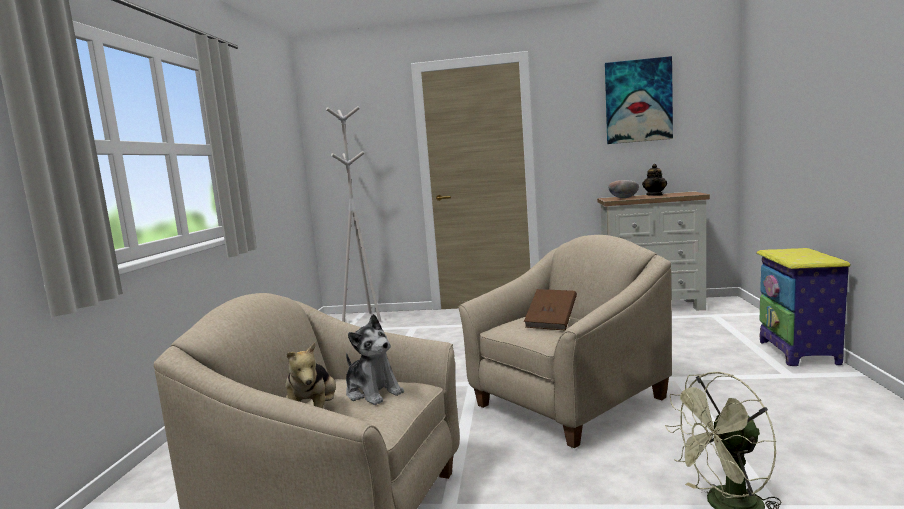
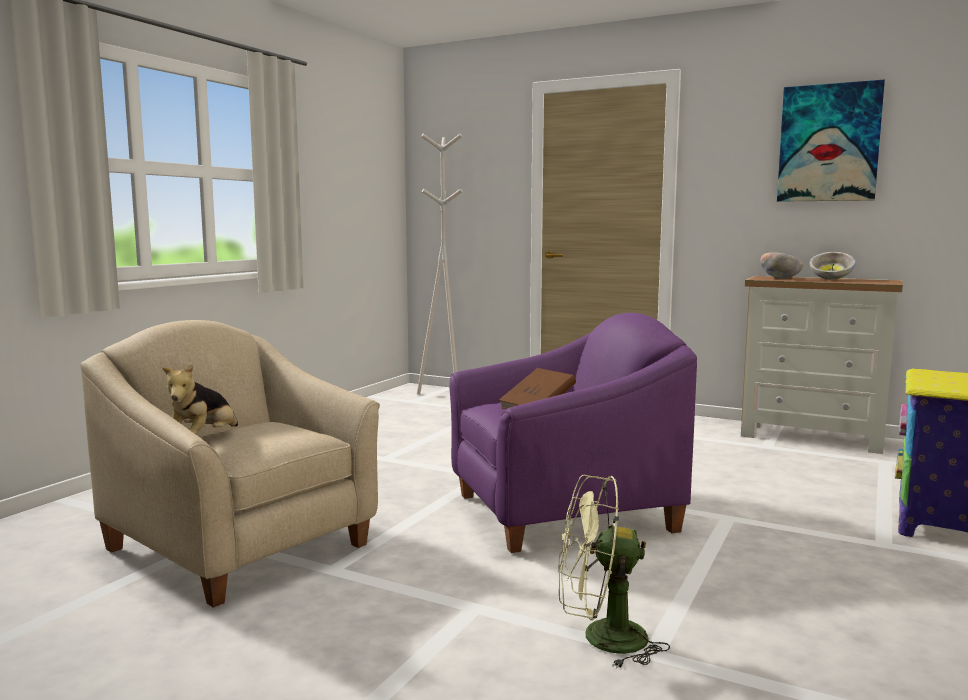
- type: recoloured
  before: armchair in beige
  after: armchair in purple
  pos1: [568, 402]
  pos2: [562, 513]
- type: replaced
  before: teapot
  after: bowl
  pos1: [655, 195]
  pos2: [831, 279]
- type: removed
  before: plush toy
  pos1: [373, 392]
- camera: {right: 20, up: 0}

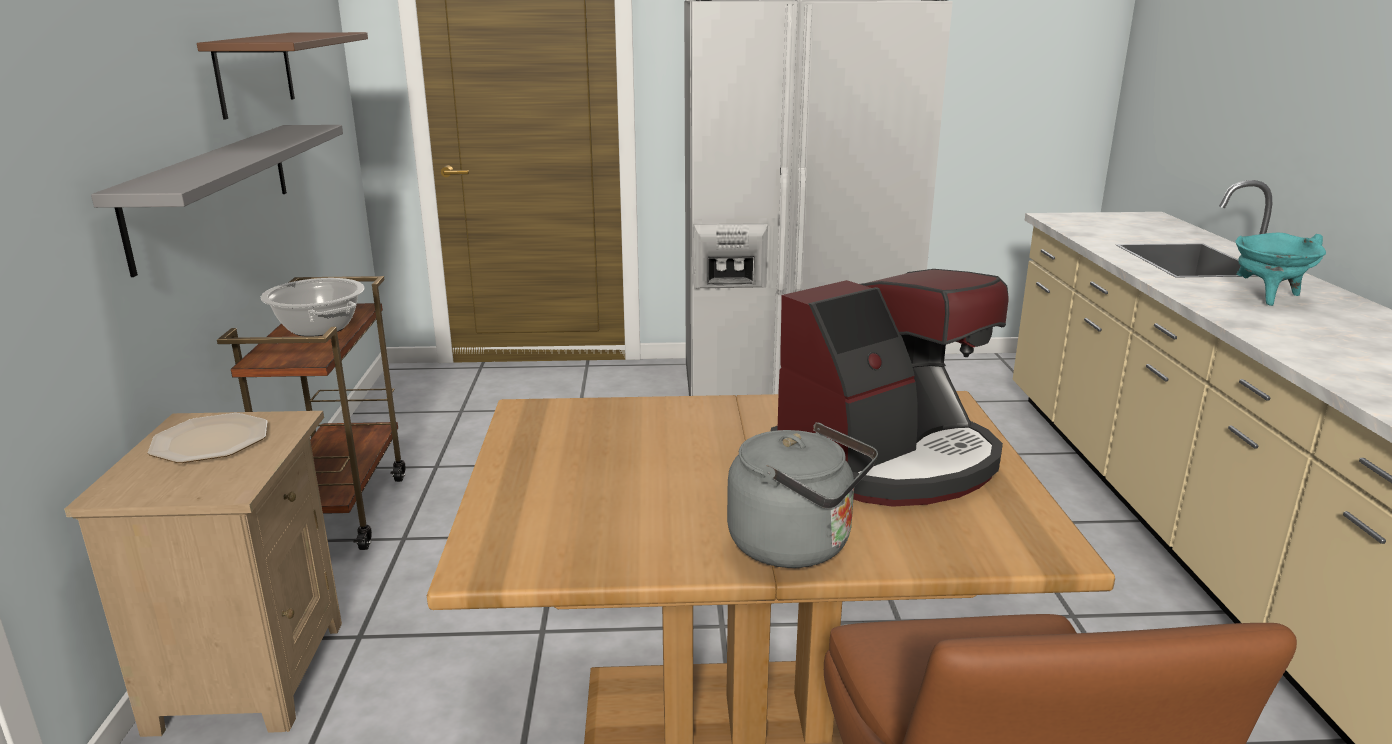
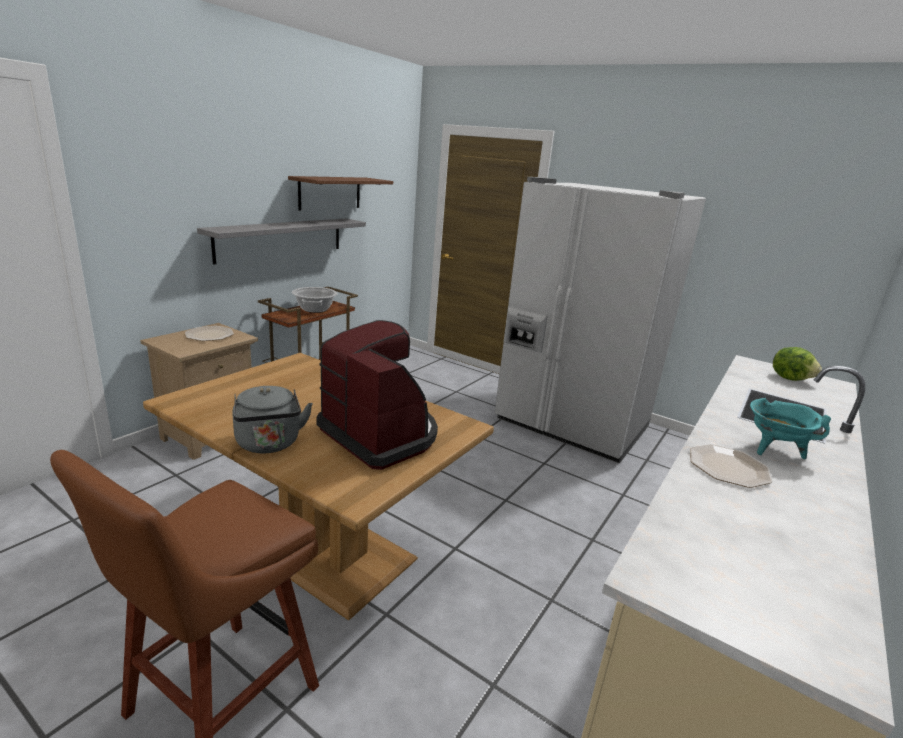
- type: turned
  before: coffee machine
  pos1: [889, 459]
  pos2: [380, 434]
  turn: -135
- type: added
  after: plate
  pos2: [729, 467]
- type: added
  after: lettuce
  pos2: [790, 378]
- camera: {right: 35, up: 0}

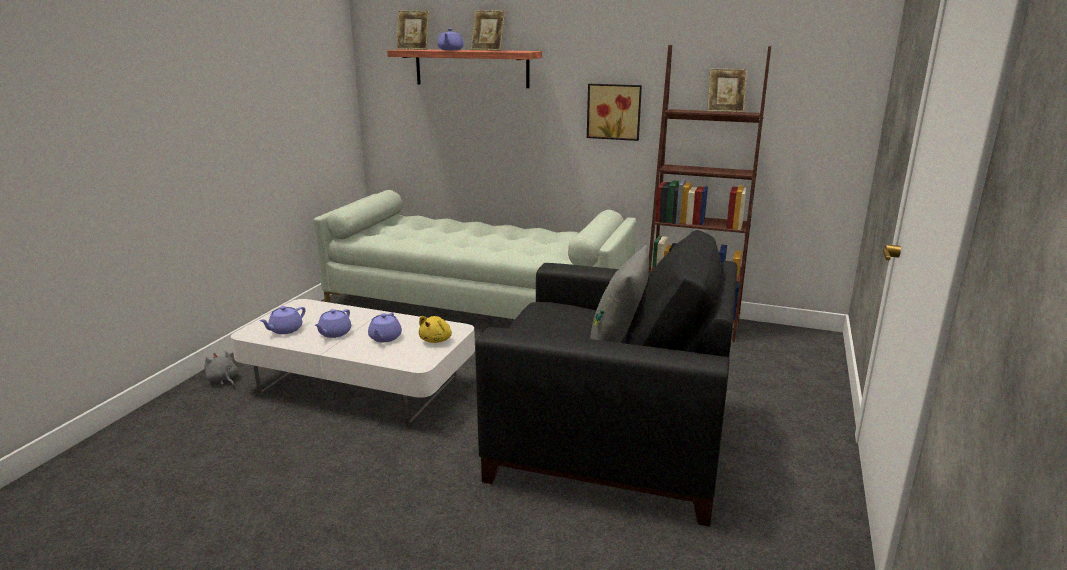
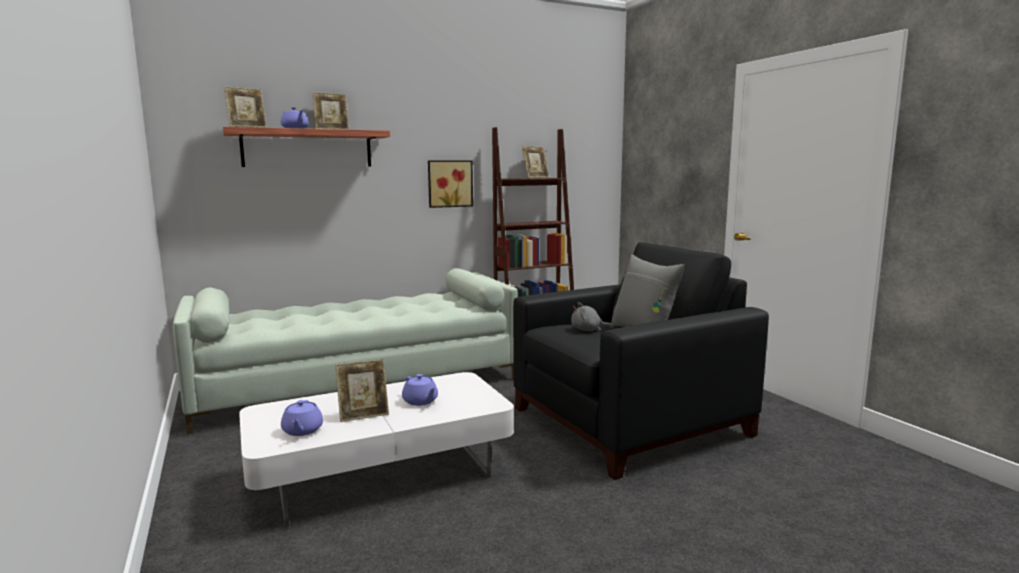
- type: replaced
  before: teapot in purple
  after: picture frame
  pos1: [334, 333]
  pos2: [364, 415]
- type: moved
  before: plush toy in grey
  pos1: [223, 380]
  pos2: [588, 330]
- type: removed
  before: plush toy in yellow
  pos1: [436, 340]
- camera: {right: -45, up: -10}

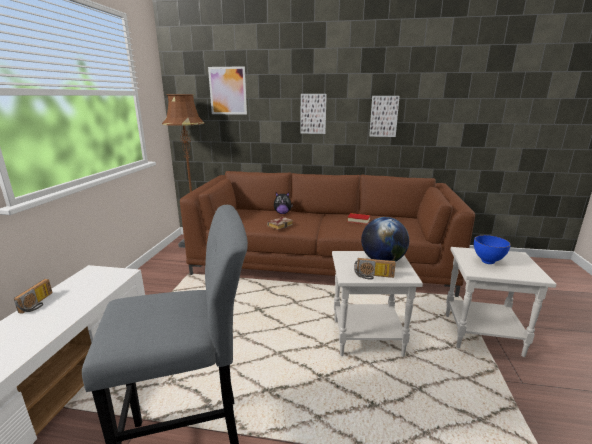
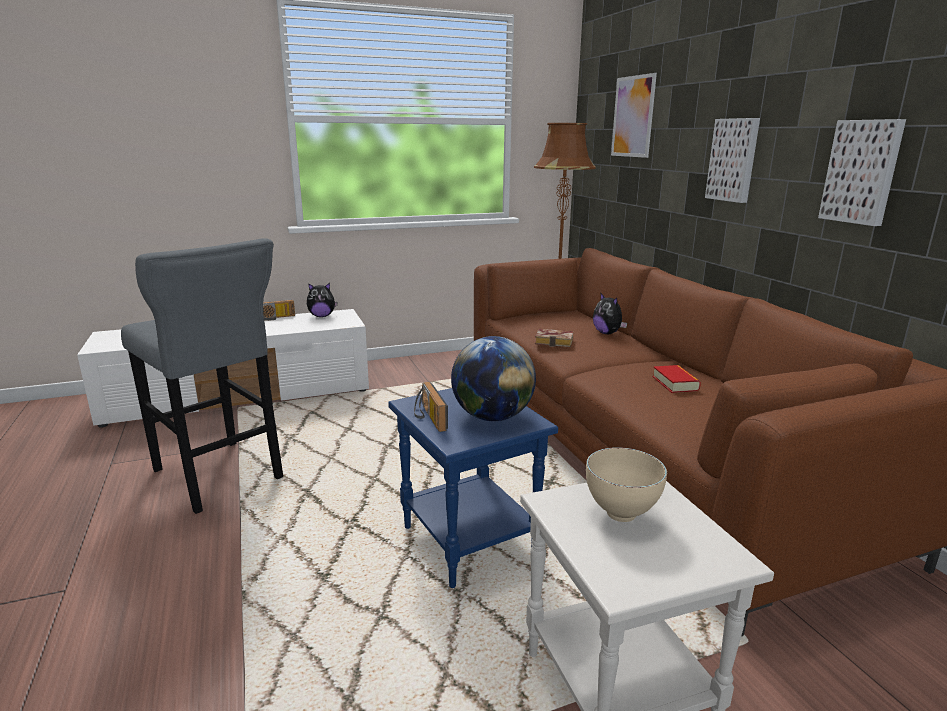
- type: added
  after: plush toy
  pos2: [322, 316]
- type: recoloured
  before: side table in white
  after: side table in blue
  pos1: [367, 337]
  pos2: [471, 541]
- type: recoloured
  before: bowl in blue
  after: bowl in beige
  pos1: [488, 262]
  pos2: [623, 515]
- camera: {right: 60, up: 0}

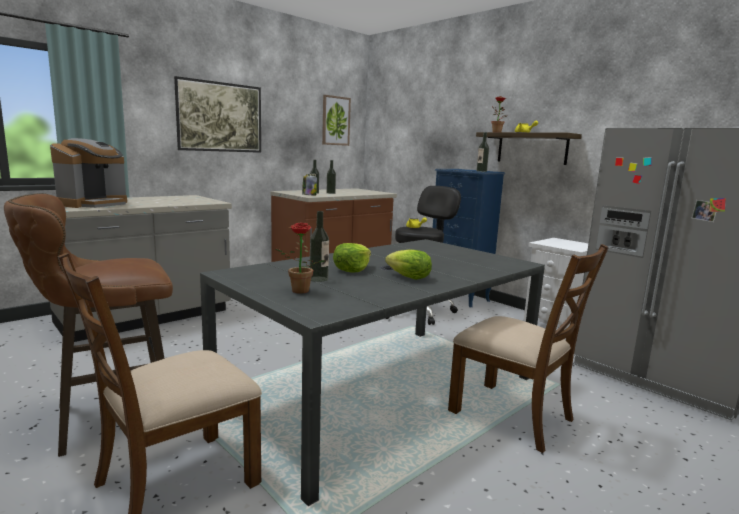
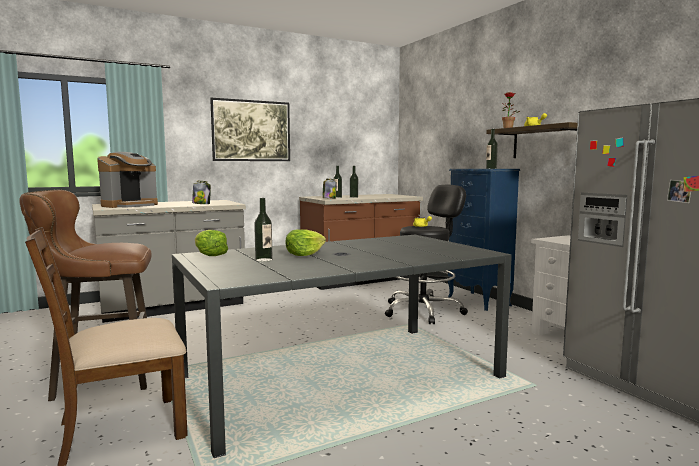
- type: added
  after: jar
  pos2: [201, 204]
- type: moved
  before: lettuce
  pos1: [408, 277]
  pos2: [209, 255]
- type: removed
  before: potted plant
  pos1: [298, 292]
- type: removed
  before: picture
  pos1: [335, 121]
- type: removed
  before: chair in brown
  pos1: [512, 415]
- camera: {right: 15, up: -5}

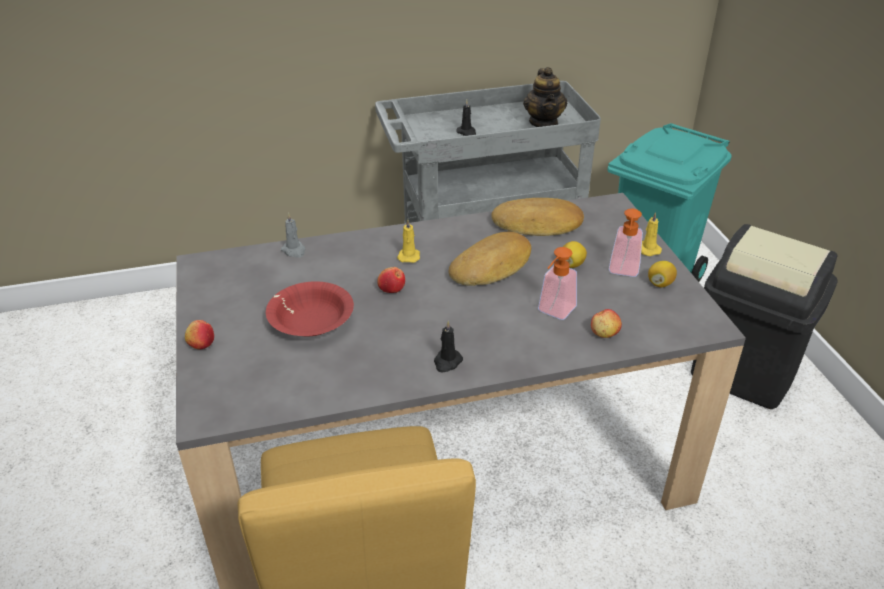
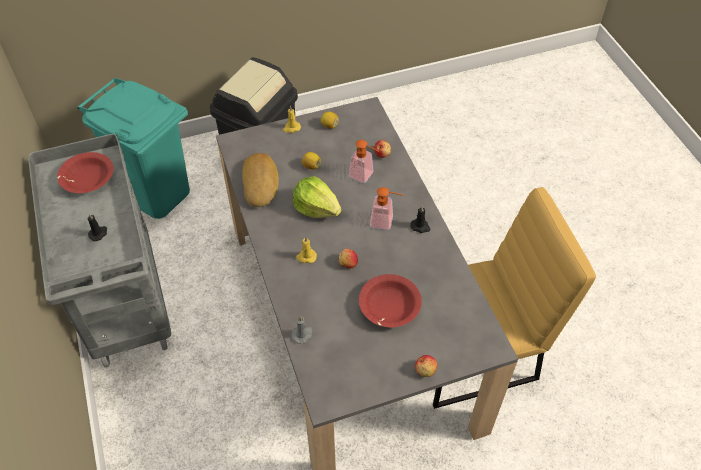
- type: replaced
  before: teapot
  after: bowl in red
  pos1: [544, 123]
  pos2: [88, 179]
- type: replaced
  before: bread
  after: lettuce
  pos1: [492, 266]
  pos2: [316, 208]
- type: moved
  before: soap dispenser
  pos1: [623, 272]
  pos2: [386, 222]
- camera: {right: -95, up: 15}

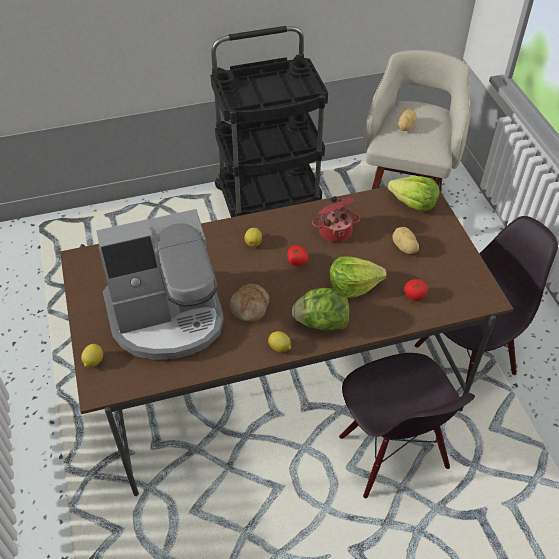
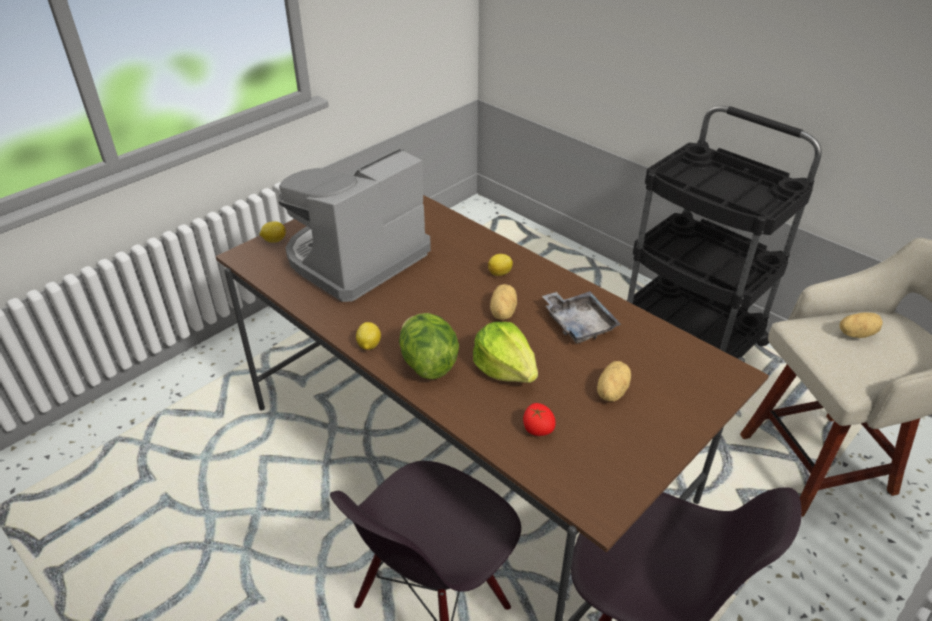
- type: turned
  before: coffee machine
  pos1: [167, 316]
  pos2: [355, 259]
  turn: 90
- type: replaced
  before: tomato
  after: potato
  pos1: [296, 262]
  pos2: [502, 312]
- type: replaced
  before: cooking pot
  after: tray in grey
  pos1: [335, 230]
  pos2: [578, 323]
- type: removed
  before: bread
  pos1: [250, 307]
- type: removed
  before: lettuce
  pos1: [413, 203]
- camera: {right: 60, up: -10}

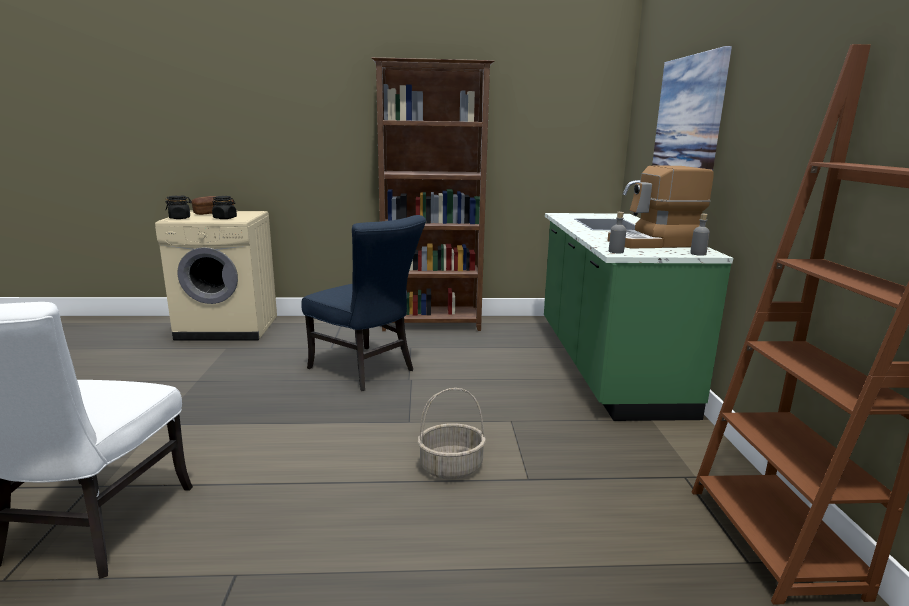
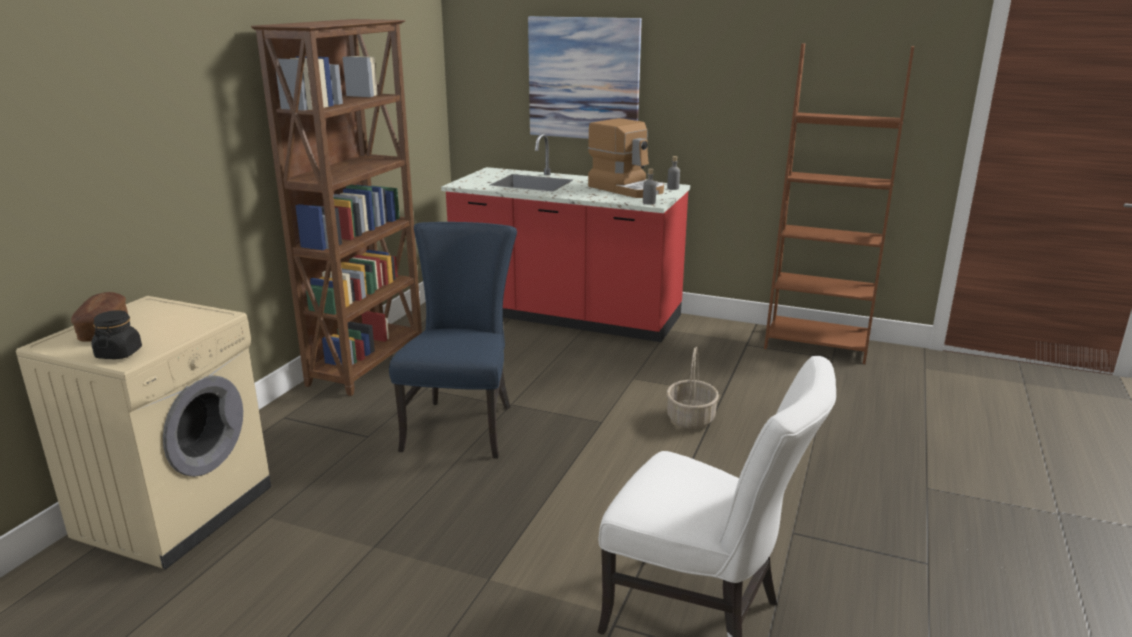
- type: turned
  before: chair in blue
  pos1: [366, 370]
  pos2: [462, 424]
  turn: -60
- type: recoloured
  before: counter in green
  after: counter in red
  pos1: [606, 365]
  pos2: [566, 315]
- type: turned
  before: coffee machine
  pos1: [654, 243]
  pos2: [627, 189]
  turn: -60
- type: removed
  before: jar in black
  pos1: [225, 218]
- camera: {right: -65, up: 5}

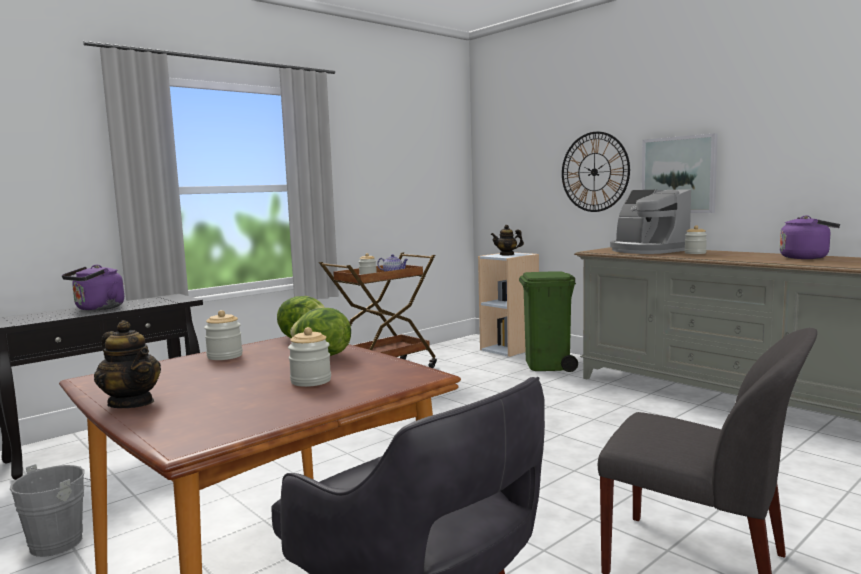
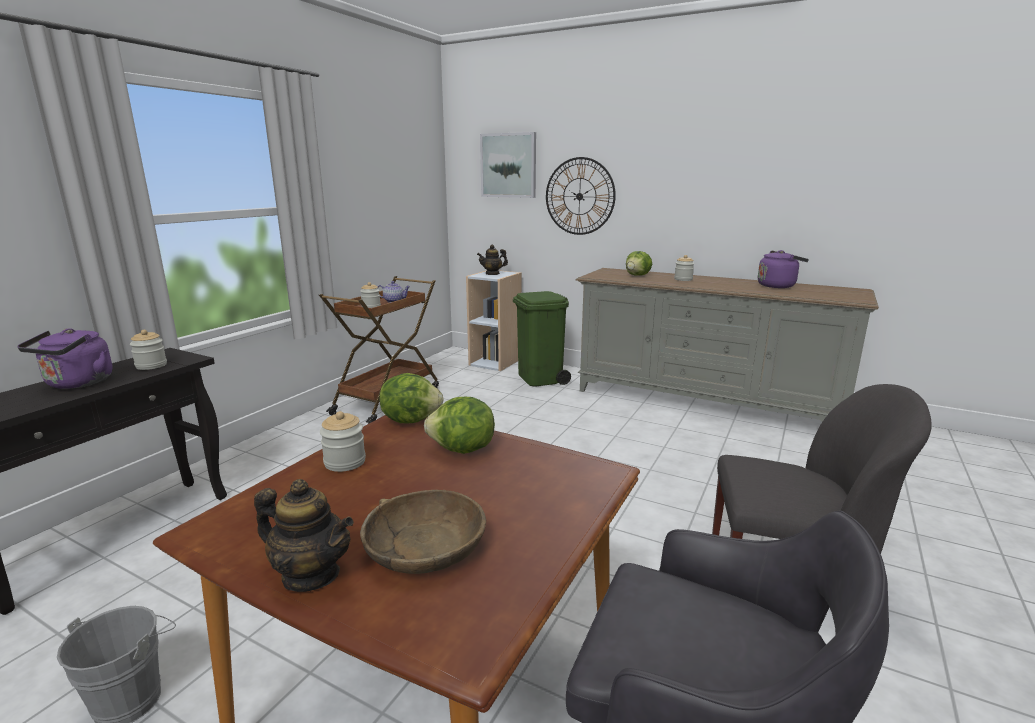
- type: moved
  before: jar
  pos1: [311, 381]
  pos2: [151, 365]
- type: added
  after: bowl in brown
  pos2: [424, 547]
- type: moved
  before: picture
  pos1: [678, 175]
  pos2: [508, 165]
- type: replaced
  before: coffee machine
  after: lettuce
  pos1: [646, 250]
  pos2: [638, 275]
- camera: {right: -20, up: 10}

